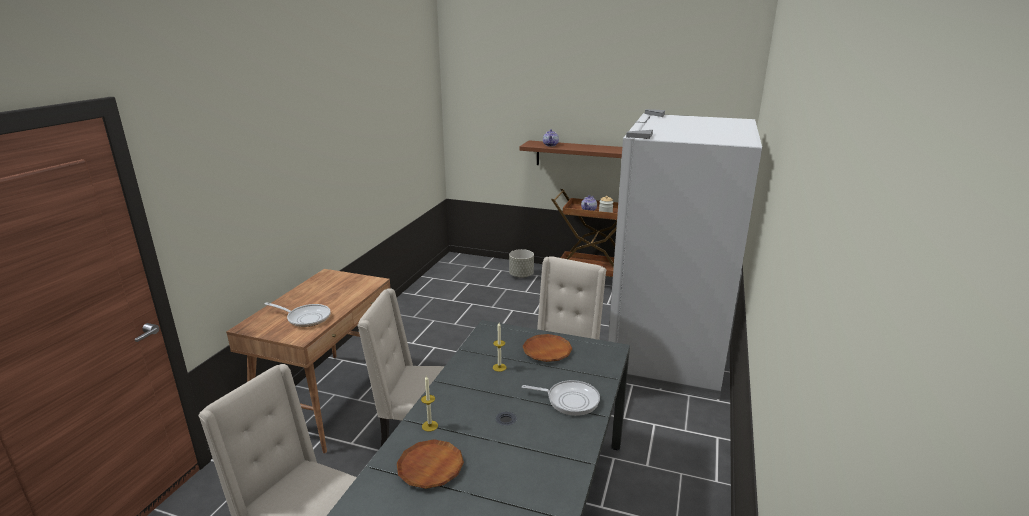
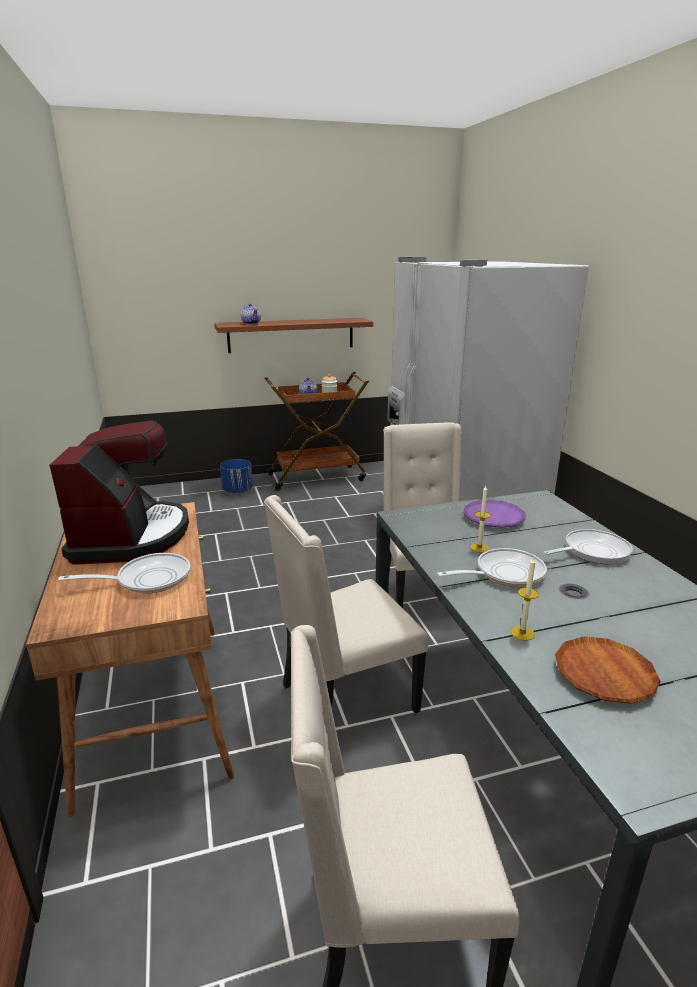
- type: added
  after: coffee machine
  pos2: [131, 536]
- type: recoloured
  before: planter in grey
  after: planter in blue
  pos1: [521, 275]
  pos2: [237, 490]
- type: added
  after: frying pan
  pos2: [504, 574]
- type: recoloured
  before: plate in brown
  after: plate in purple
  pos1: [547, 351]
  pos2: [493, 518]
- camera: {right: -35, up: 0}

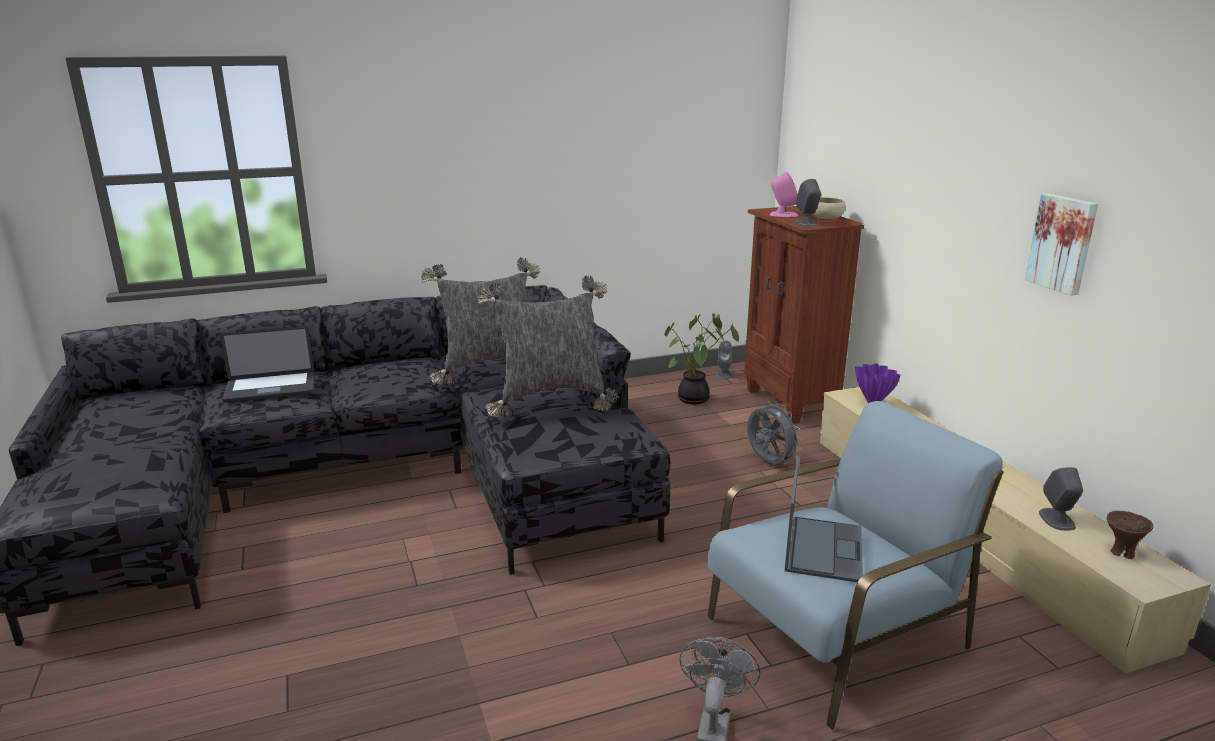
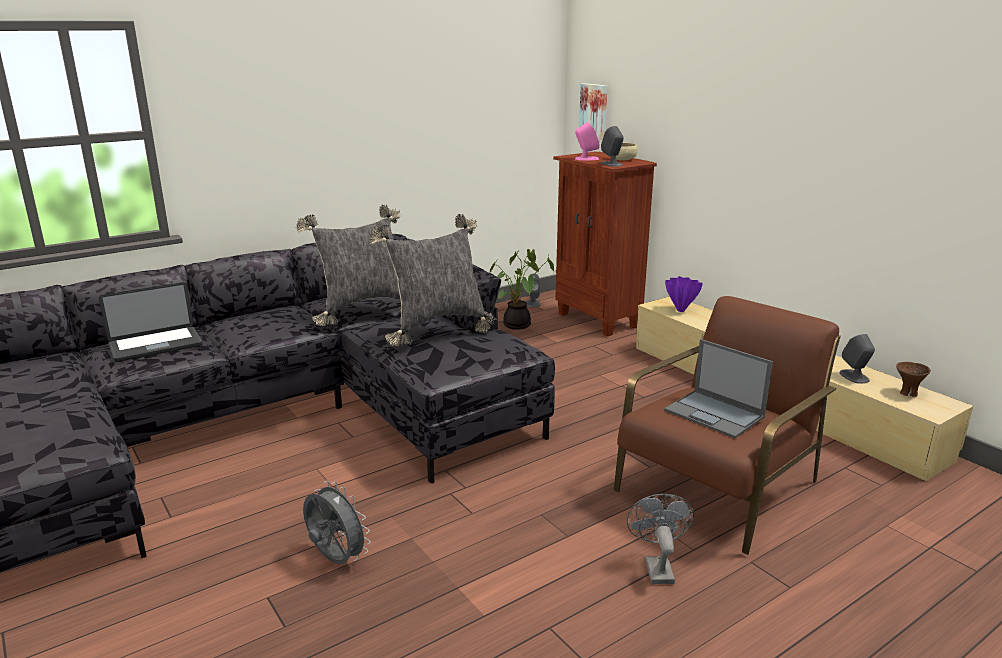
- type: moved
  before: fan in grey
  pos1: [768, 463]
  pos2: [335, 560]
- type: moved
  before: picture
  pos1: [1063, 243]
  pos2: [594, 111]
- type: recoloured
  before: armchair in blue
  after: armchair in brown
  pos1: [836, 638]
  pos2: [718, 490]
- type: turned
  before: laptop
  pos1: [823, 548]
  pos2: [715, 414]
  turn: 135
- camera: {right: -15, up: 0}

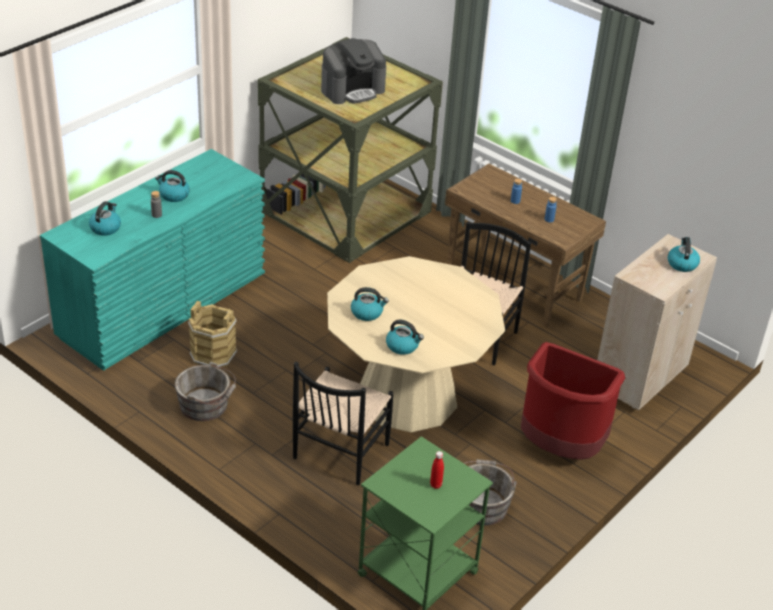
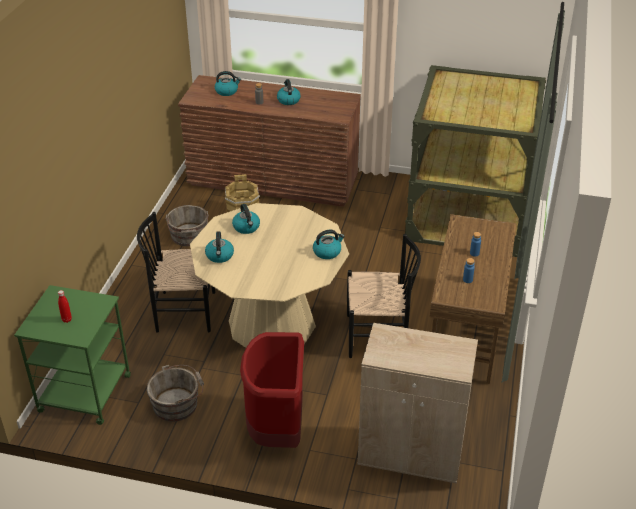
- type: recoloured
  before: dresser in turquoise
  after: dresser in brown
  pos1: [163, 307]
  pos2: [273, 182]
- type: moved
  before: kettle
  pos1: [682, 264]
  pos2: [327, 252]
- type: removed
  before: coffee machine
  pos1: [352, 90]
- camera: {right: 65, up: 0}

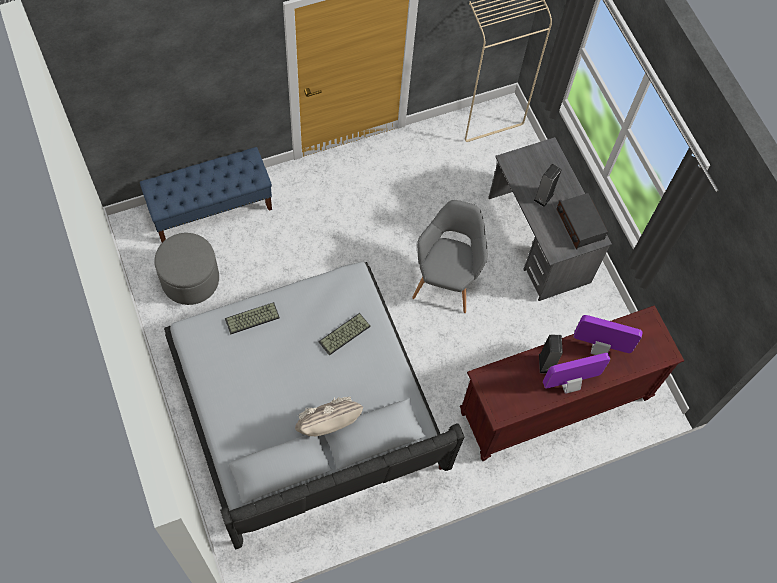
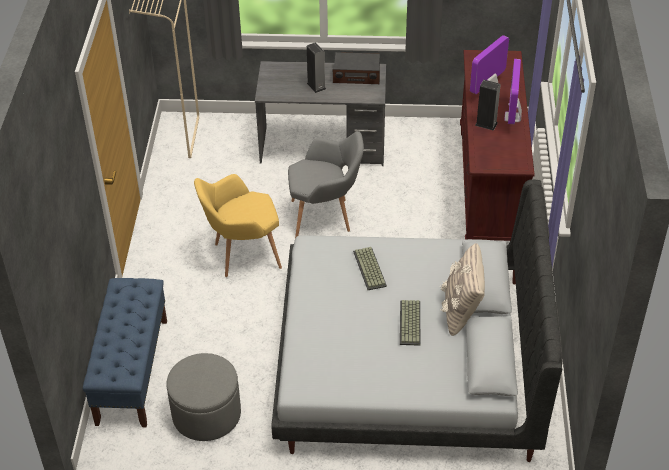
- type: added
  after: armchair in yellow
  pos2: [242, 255]
- type: turned
  before: armchair in grey
  pos1: [446, 279]
  pos2: [325, 217]
  turn: 135
- type: moved
  before: keyboard
  pos1: [252, 319]
  pos2: [411, 323]
- camera: {right: -60, up: -20}

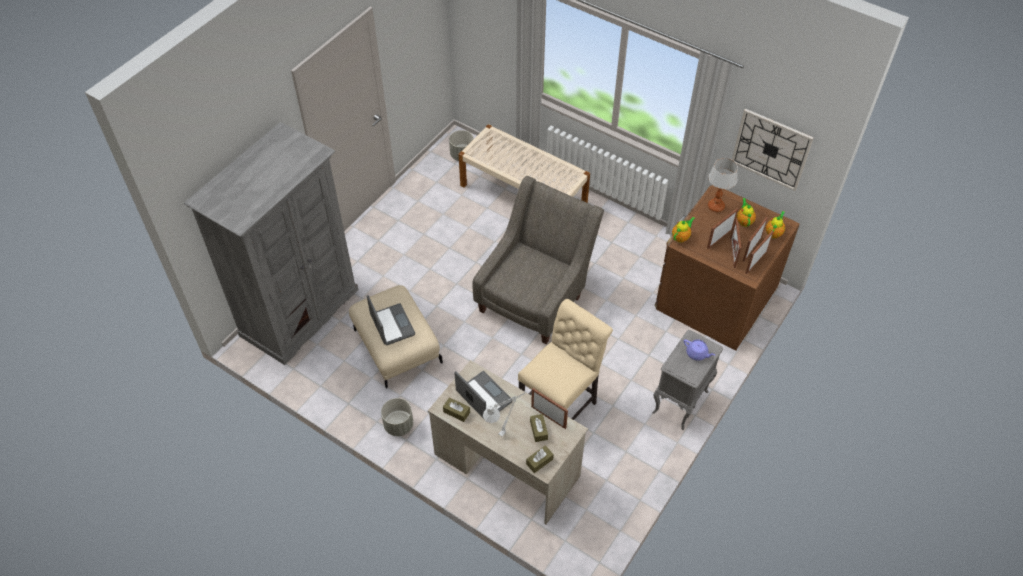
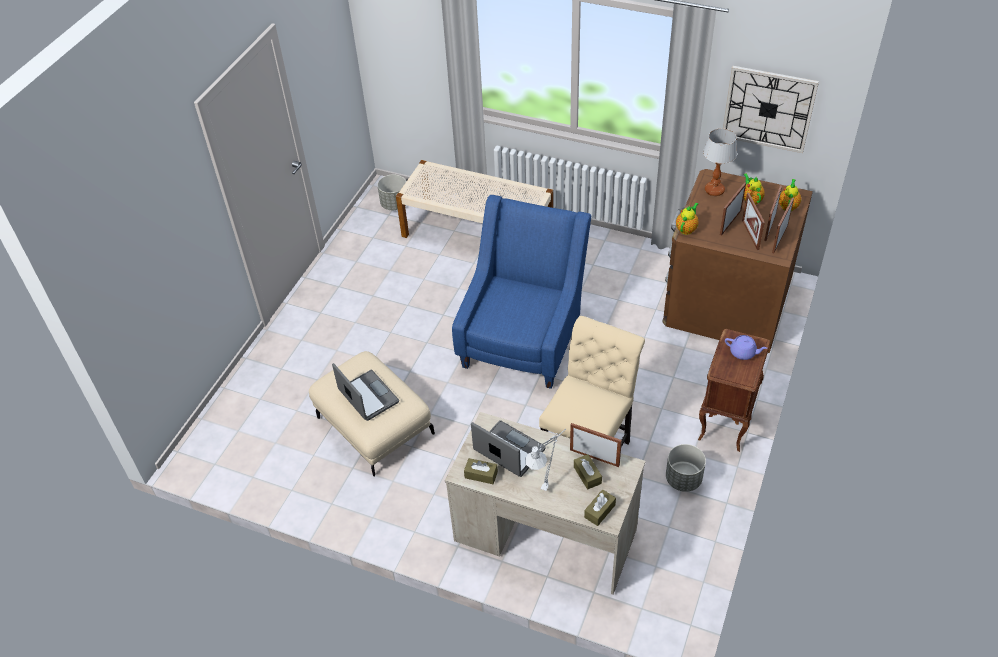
- type: recoloured
  before: armchair in grey
  after: armchair in blue
  pos1: [536, 296]
  pos2: [524, 338]
- type: moved
  before: planter in grey
  pos1: [398, 425]
  pos2: [683, 479]
- type: recoloured
  before: nightstand in grey
  after: nightstand in brown
  pos1: [680, 402]
  pos2: [726, 422]
- type: removed
  before: wardrobe in grey
  pos1: [300, 312]
- camera: {right: -10, up: -5}

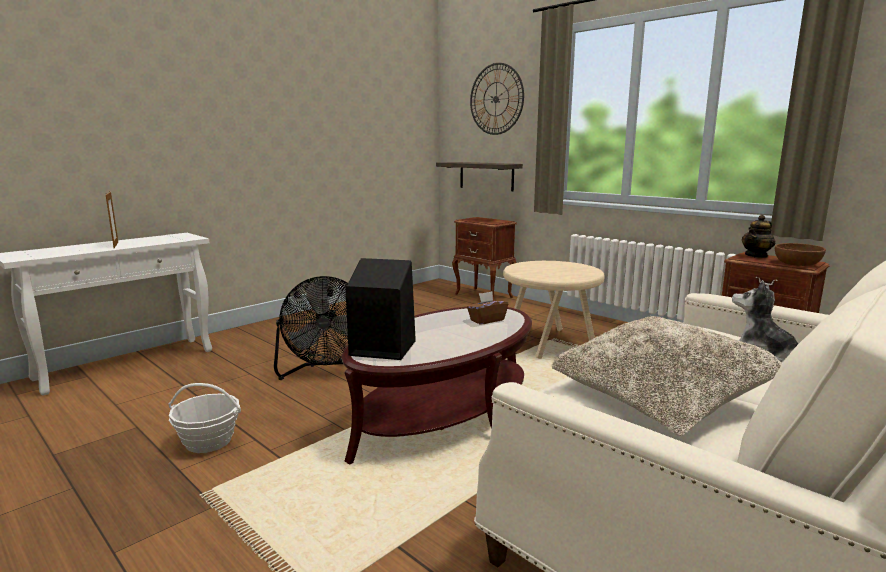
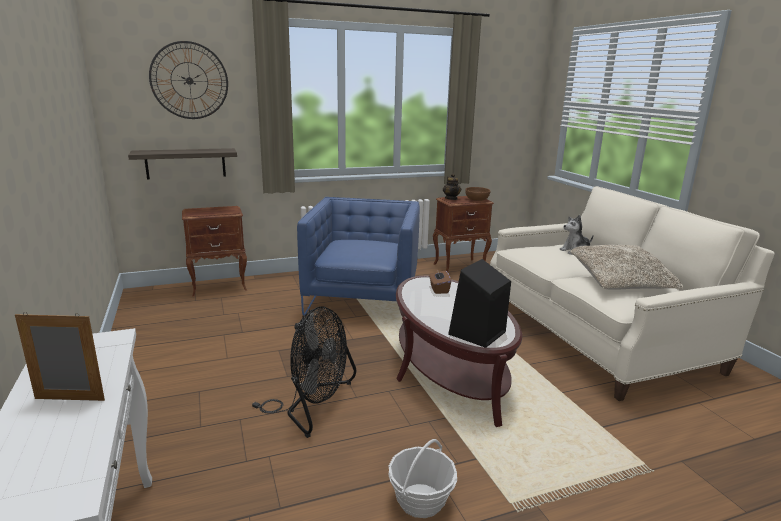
- type: replaced
  before: side table in beige
  after: armchair in blue
  pos1: [549, 344]
  pos2: [362, 299]
- camera: {right: -65, up: 5}

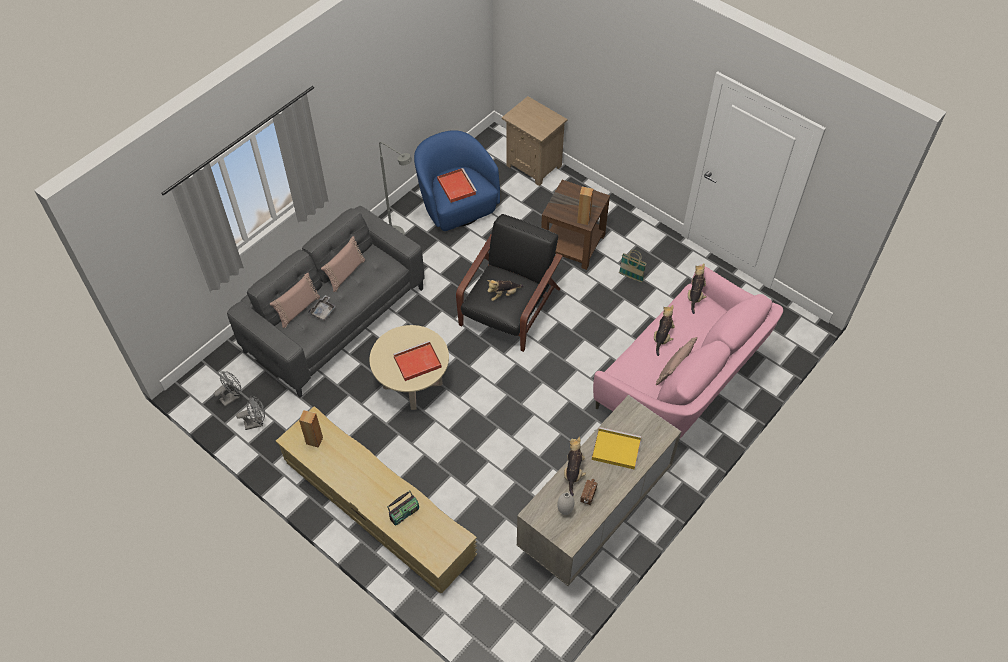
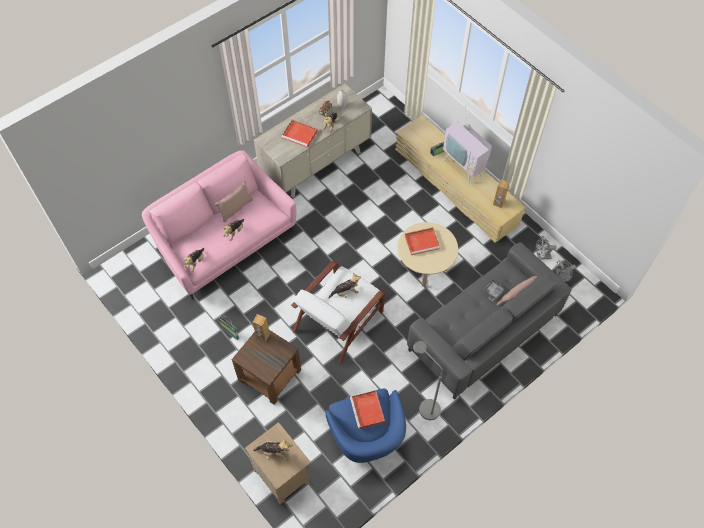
- type: added
  after: plush toy
  pos2: [274, 452]
- type: recoloured
  before: tray in yellow
  after: tray in red
  pos1: [615, 449]
  pos2: [300, 134]
- type: recoloured
  before: armchair in black
  after: armchair in white
  pos1: [509, 309]
  pos2: [339, 320]
- type: added
  after: television
  pos2: [465, 166]
- type: removed
  before: pillow in beige
  pos1: [345, 273]
- camera: {right: -170, up: 5}

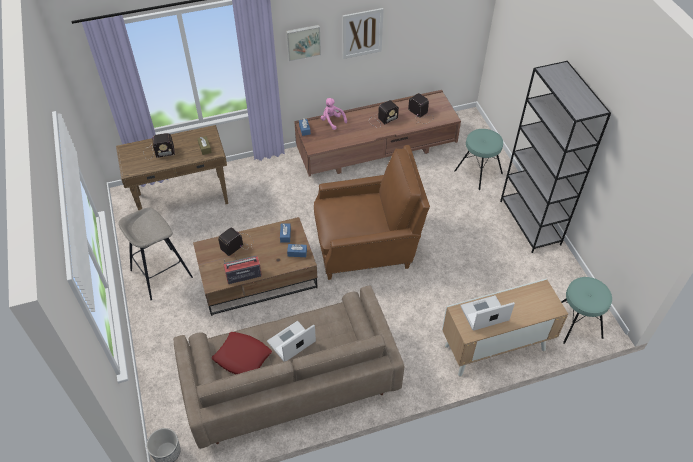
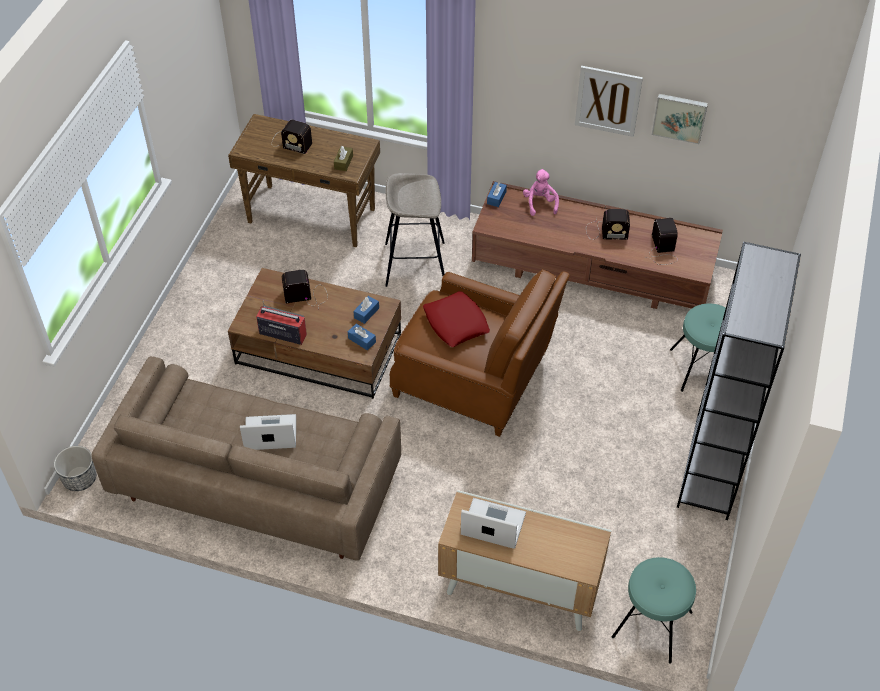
- type: moved
  before: stool in grey
  pos1: [161, 273]
  pos2: [415, 263]
- type: moved
  before: pillow in red
  pos1: [242, 357]
  pos2: [455, 323]
- type: moved
  before: picture
  pos1: [303, 42]
  pos2: [679, 117]
- camera: {right: 35, up: 0}

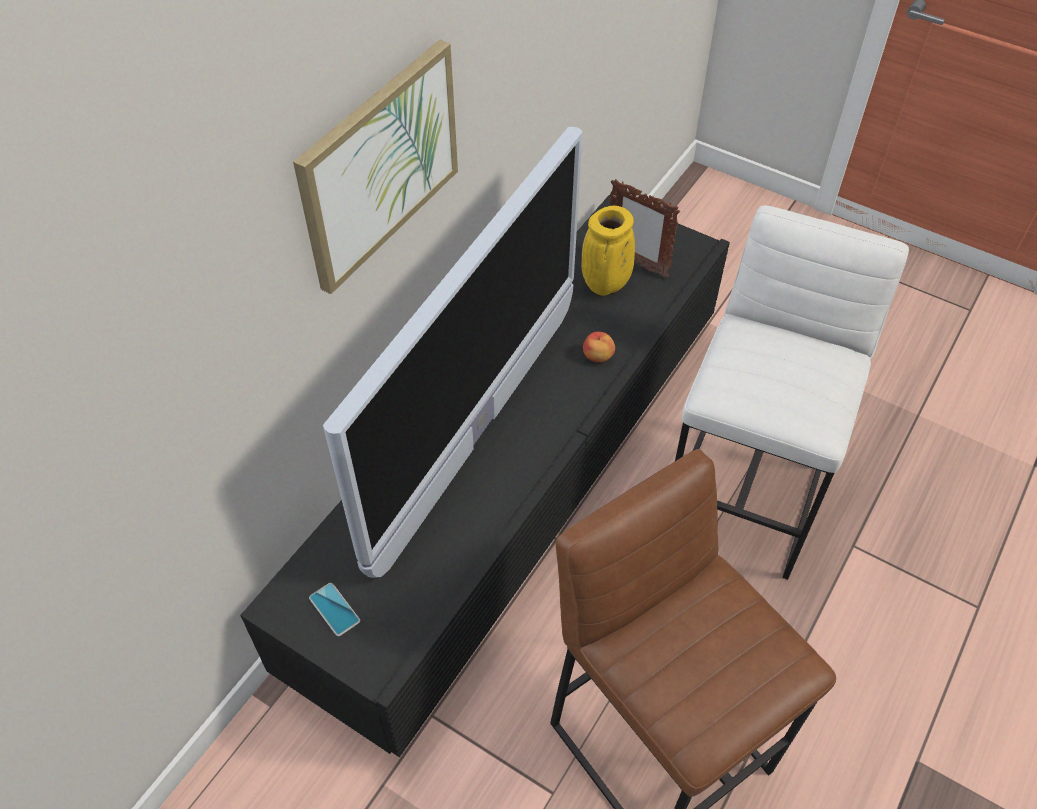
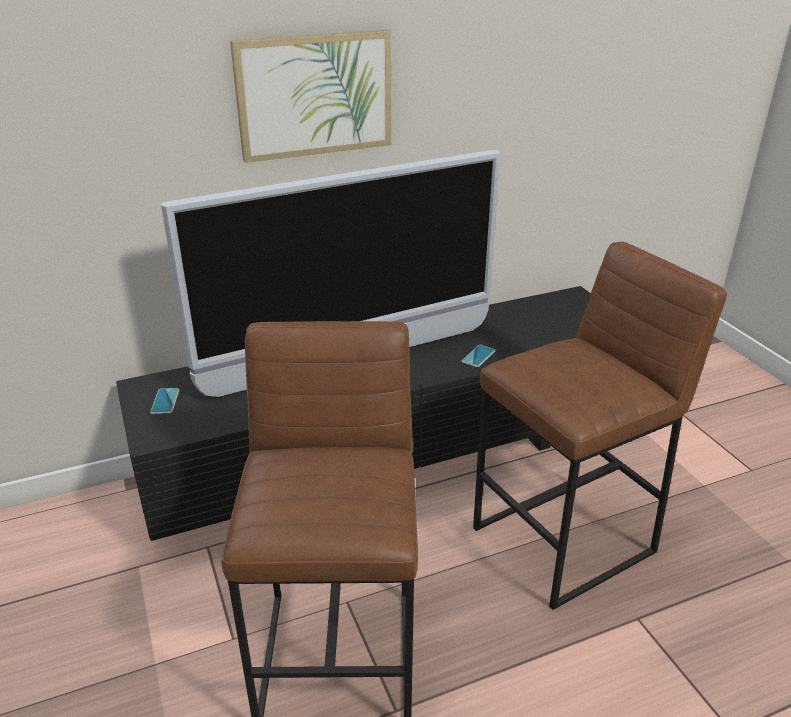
- type: replaced
  before: apple
  after: phone
  pos1: [598, 357]
  pos2: [478, 356]
- type: recoloured
  before: stool in white
  after: stool in brown
  pos1: [744, 496]
  pos2: [565, 539]
- type: removed
  before: vase in yellow
  pos1: [605, 286]
- type: removed
  before: picture frame
  pos1: [636, 263]
- camera: {right: 35, up: -20}

